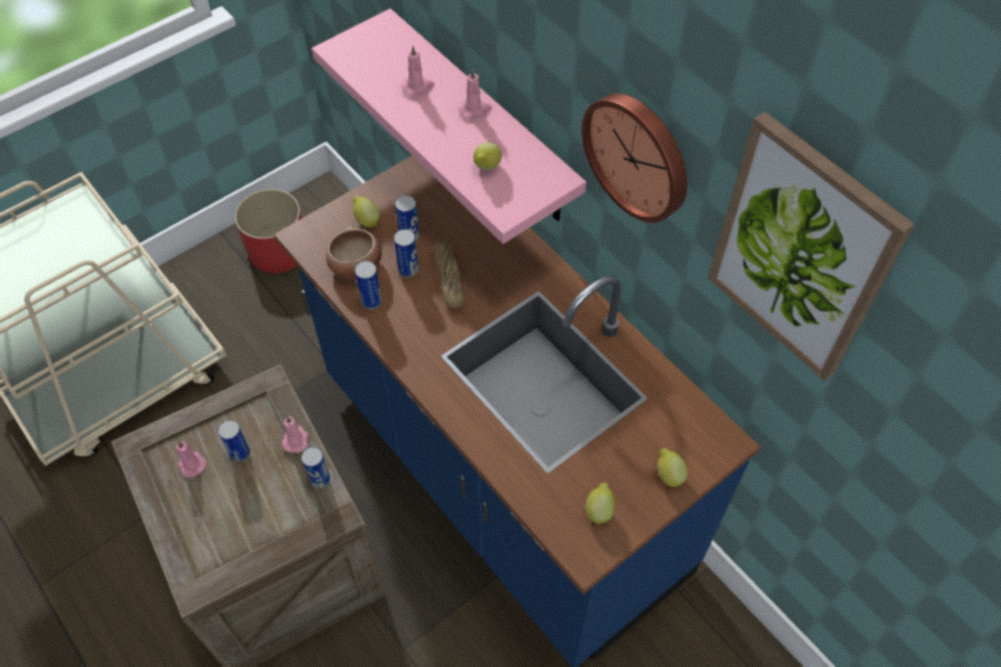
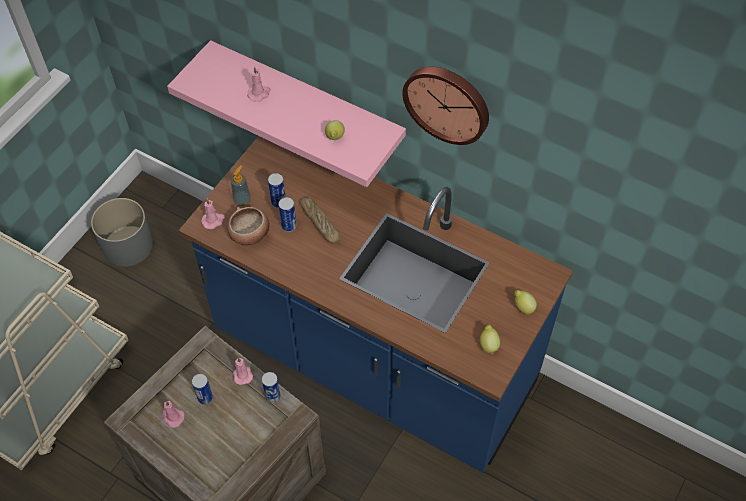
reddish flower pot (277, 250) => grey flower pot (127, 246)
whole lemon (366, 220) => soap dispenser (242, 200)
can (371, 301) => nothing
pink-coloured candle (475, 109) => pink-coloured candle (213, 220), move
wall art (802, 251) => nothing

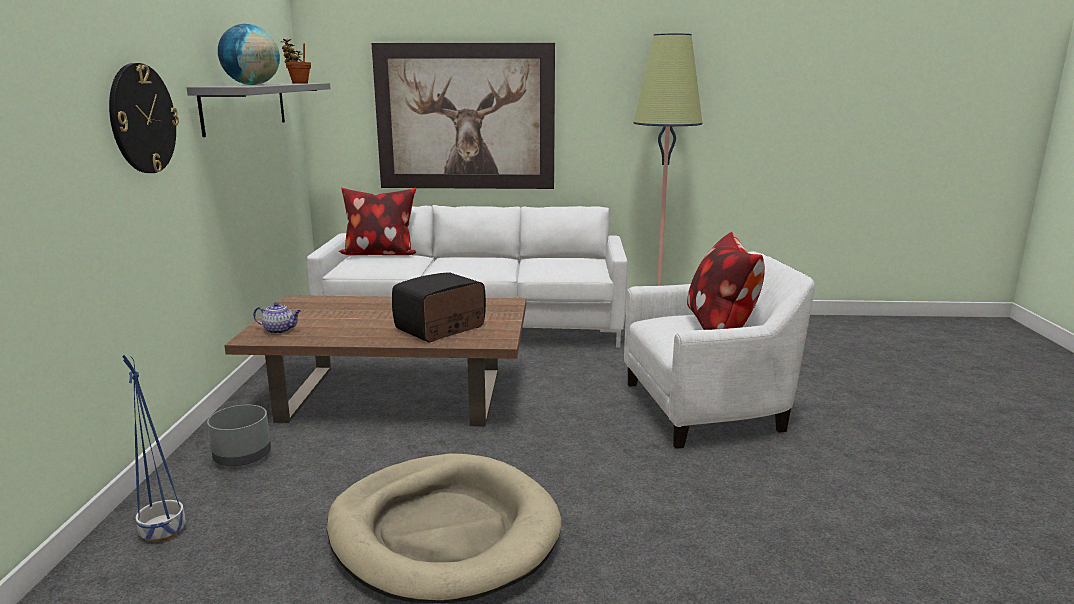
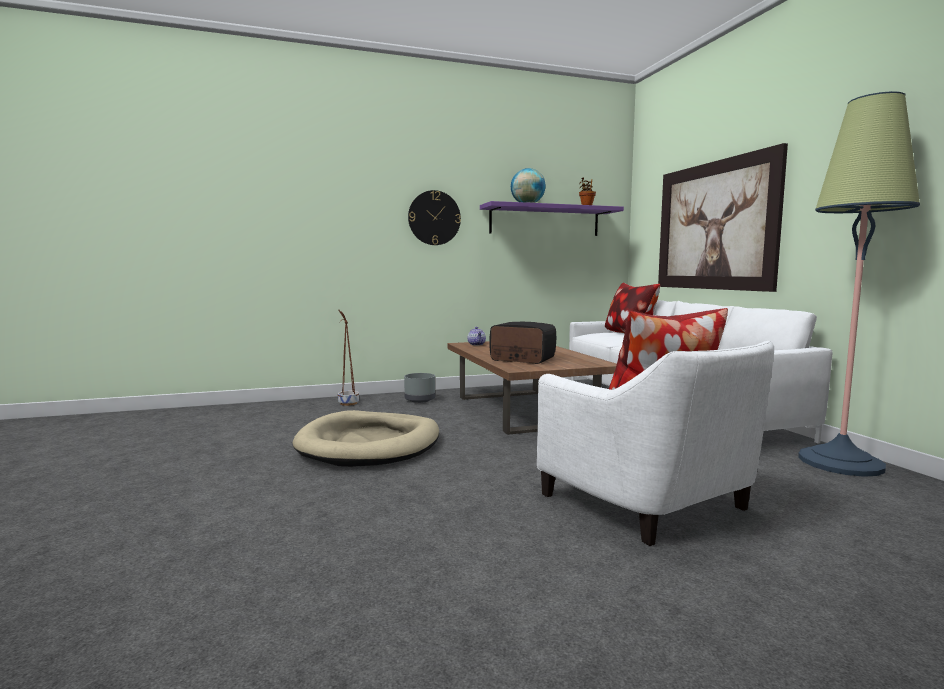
blue flower pot (163, 532) => brownish flower pot (348, 403)
grey shelf (245, 106) => purplish shelf (545, 221)

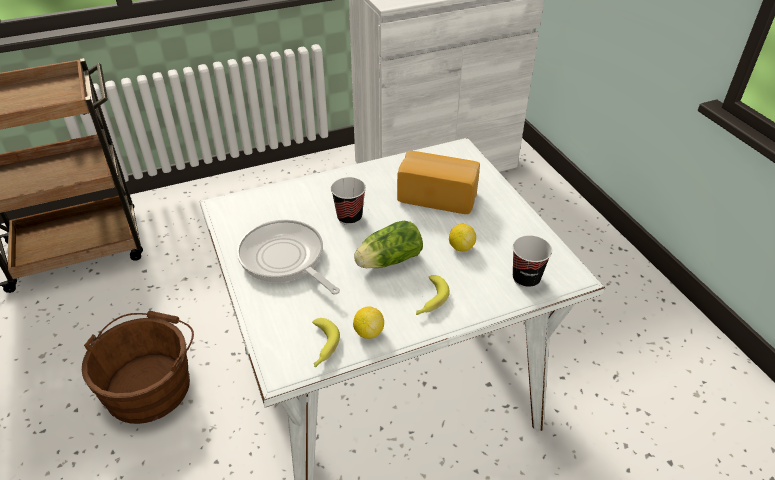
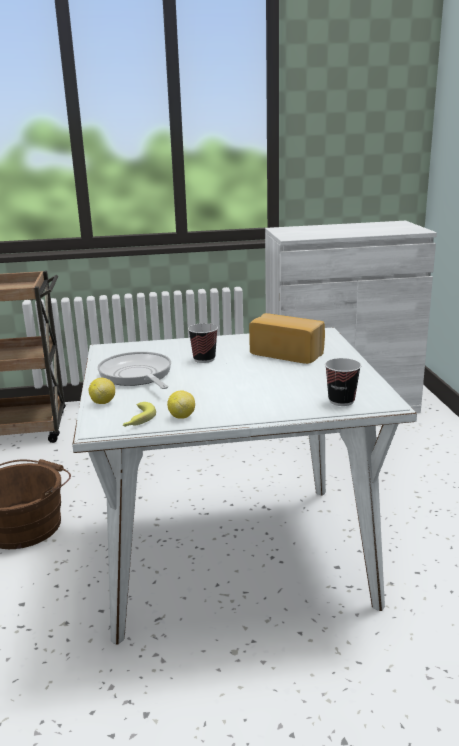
lettuce head (387, 261) => nothing
banana (429, 301) => nothing
whole lemon (461, 247) => whole lemon (103, 402), move

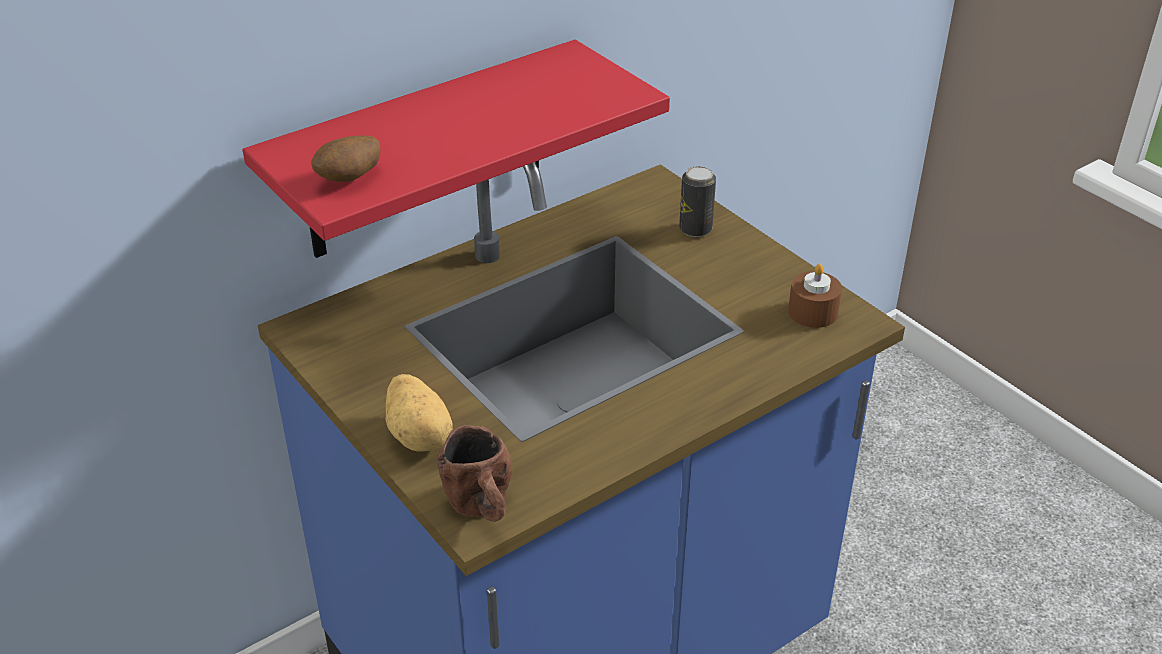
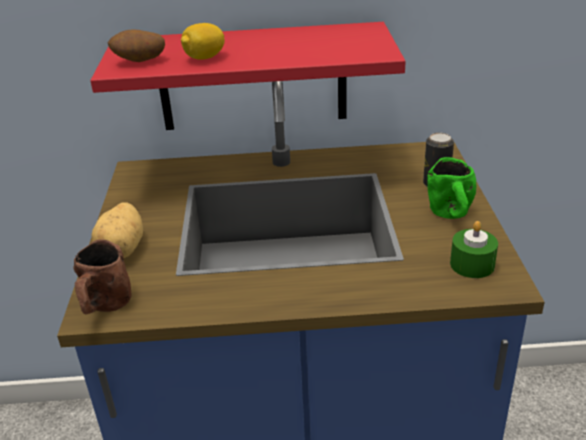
brownish candle (812, 312) => green-coloured candle (472, 264)
nothing => whole lemon (204, 58)
nothing => green-coloured mug (452, 216)

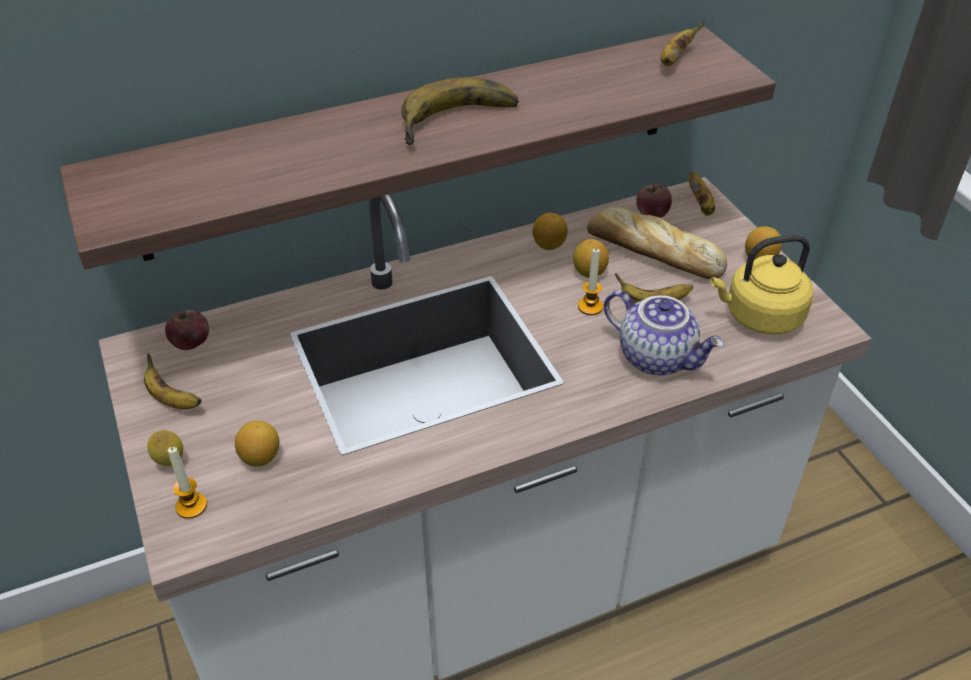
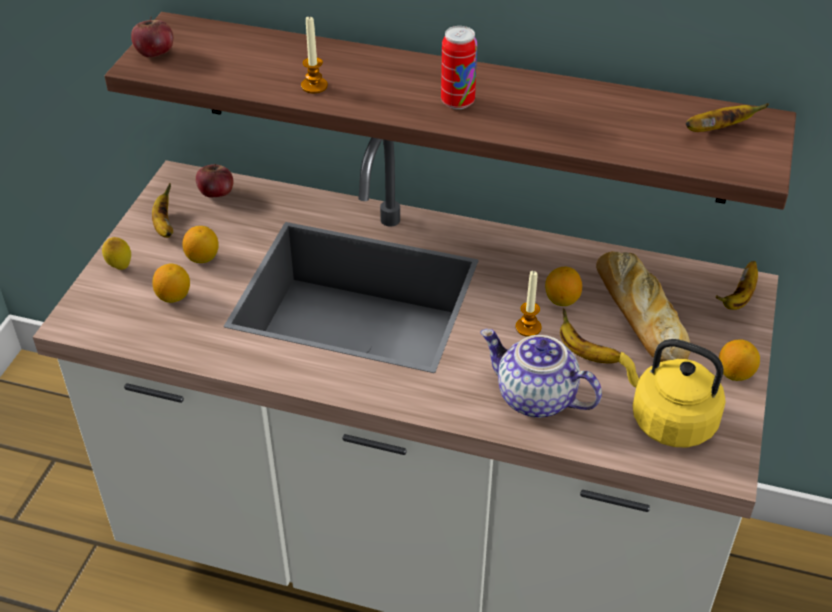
candle (191, 506) => candle (314, 86), move
banana (461, 123) => can (457, 102)
whole lemon (549, 245) => whole lemon (203, 258), move
teapot (657, 357) => teapot (534, 398), 135 degrees clockwise
apple fruit (652, 214) => apple fruit (155, 53), move

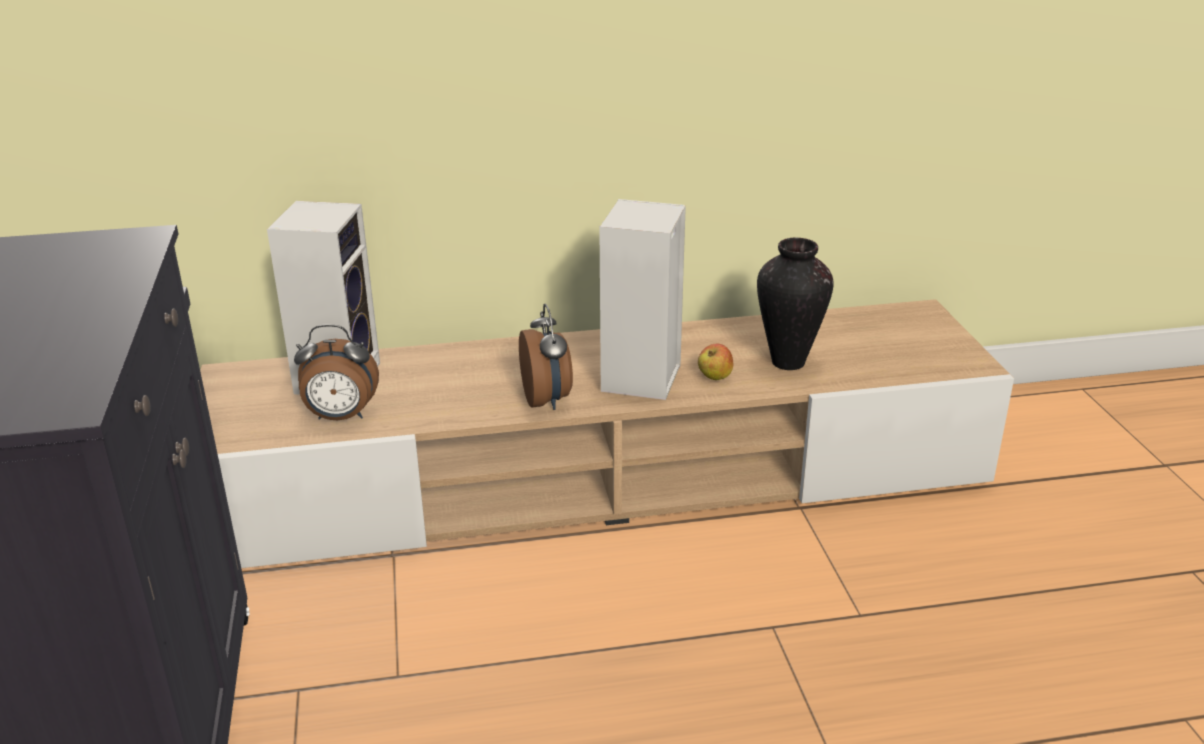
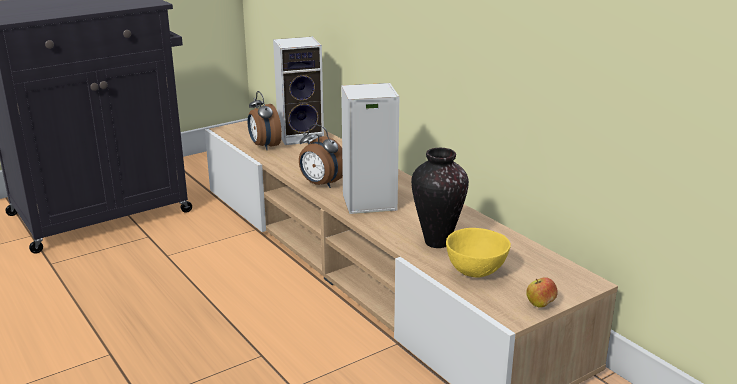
alarm clock (547, 400) => alarm clock (321, 184), 75 degrees clockwise
apple fruit (715, 377) => apple fruit (540, 304), move
nothing => yellow serving bowl (477, 272)

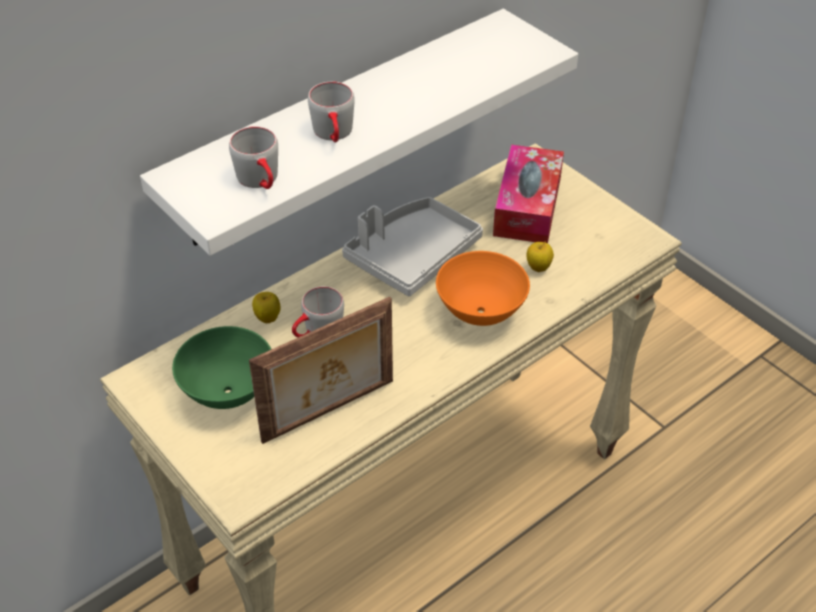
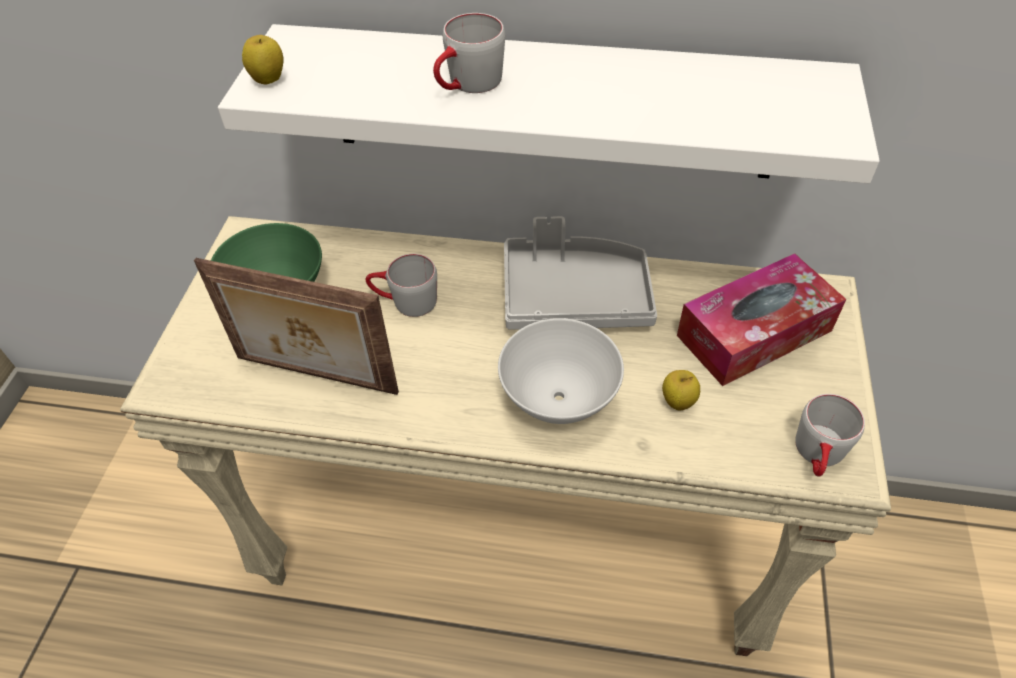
grey mug (261, 181) => grey mug (818, 456), move
apple fruit (268, 318) => apple fruit (269, 80), move
orange-coloured serving bowl (480, 314) => whitish serving bowl (557, 400)

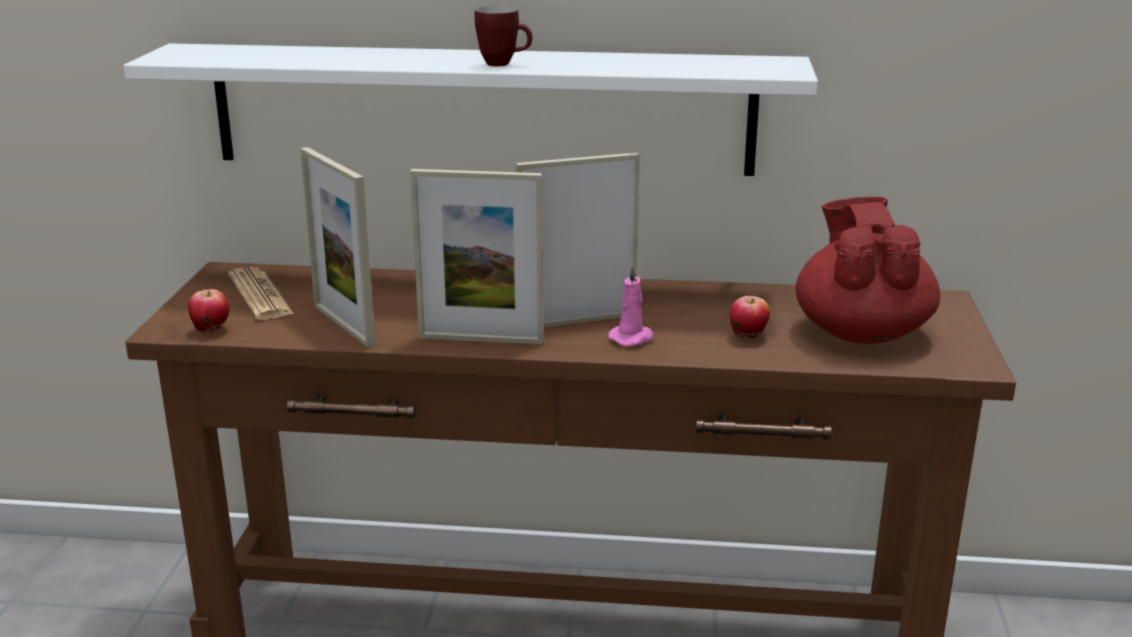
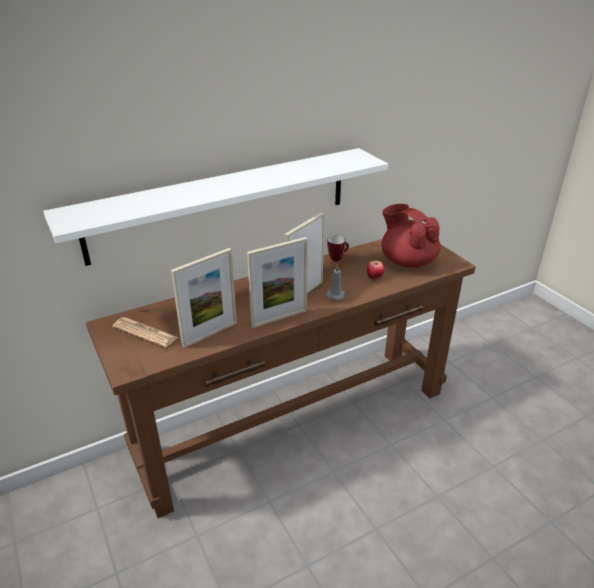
apple fruit (211, 330) => nothing
picture frame (343, 325) => picture frame (210, 334), 60 degrees counterclockwise
mug (504, 64) => mug (337, 258), move
pink-coloured candle (632, 338) => grey candle (336, 294)

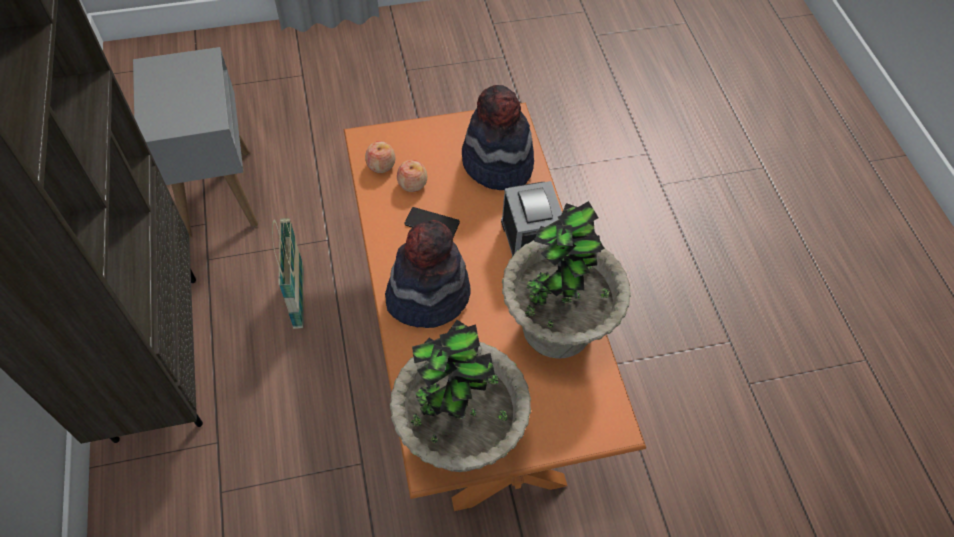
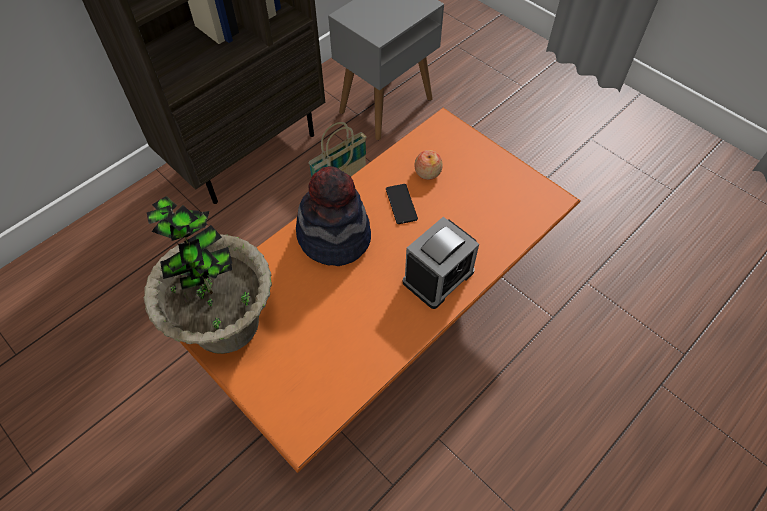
apple fruit (381, 165) => nothing
wearable hat (497, 164) => nothing
potted plant (556, 327) => nothing

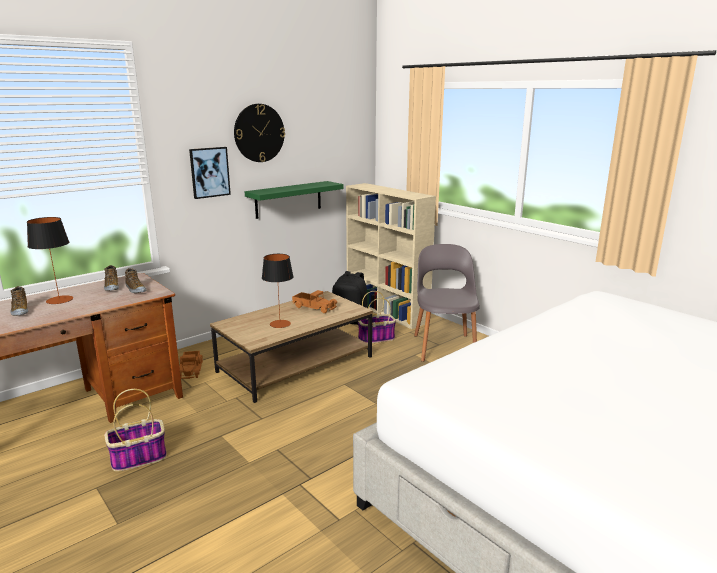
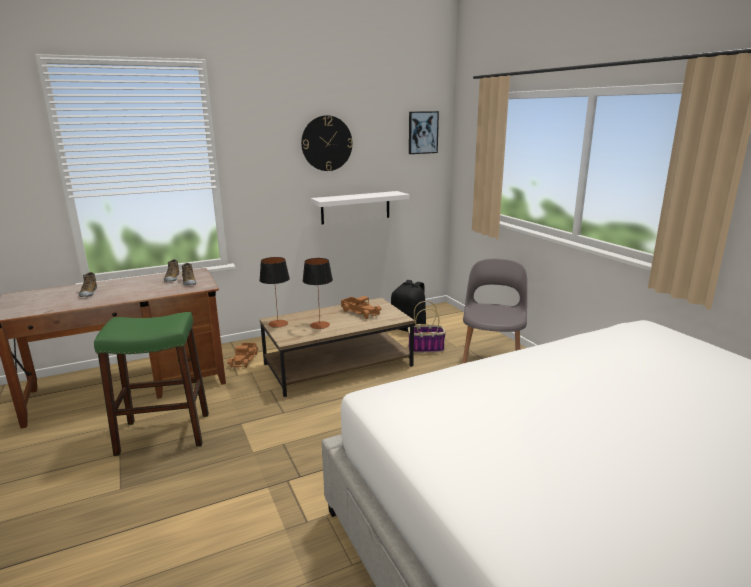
lamp for a table (59, 300) => lamp for a table (278, 323), move
basket (138, 458) => green-coloured sitting stool (164, 433)
wall art (209, 172) => wall art (422, 132), move
green-coloured shelf (288, 199) => whitish shelf (355, 207)
beige bookshelf (387, 311) => nothing

